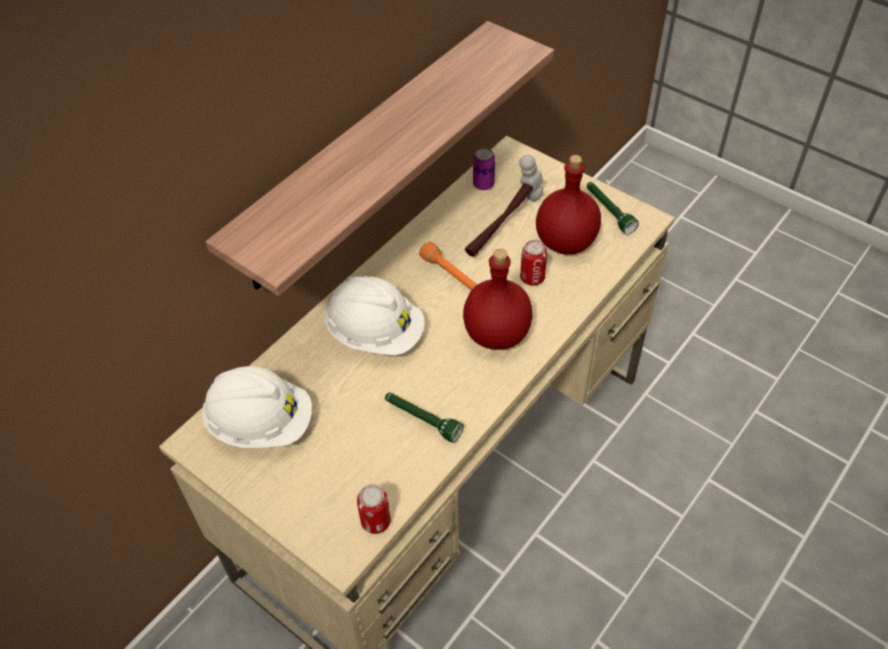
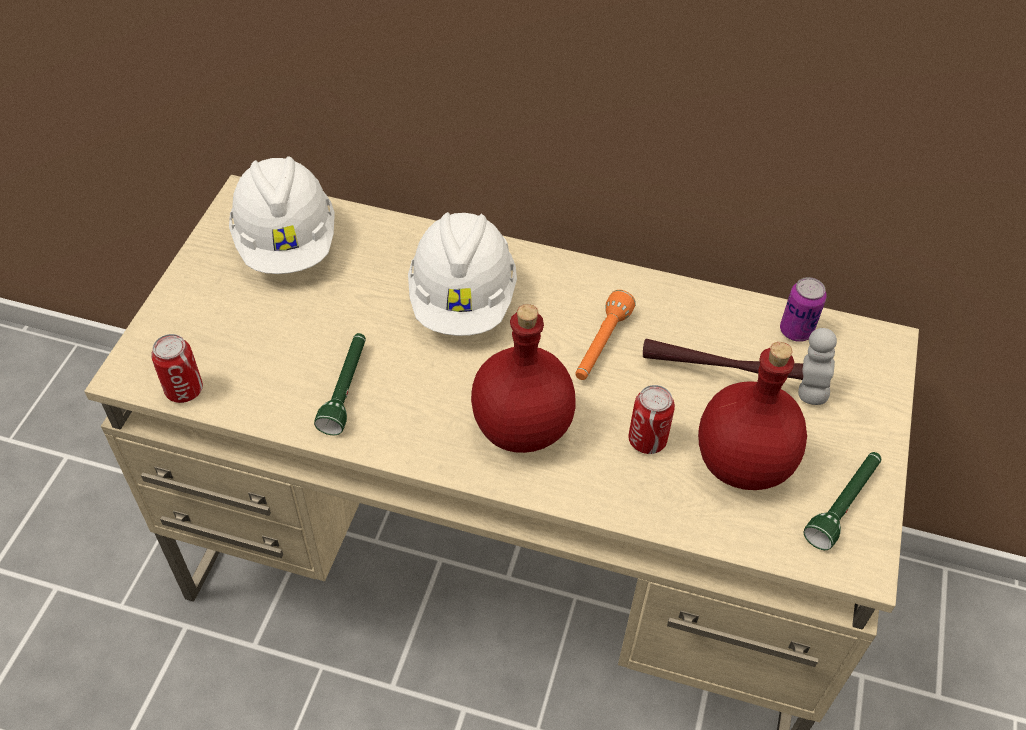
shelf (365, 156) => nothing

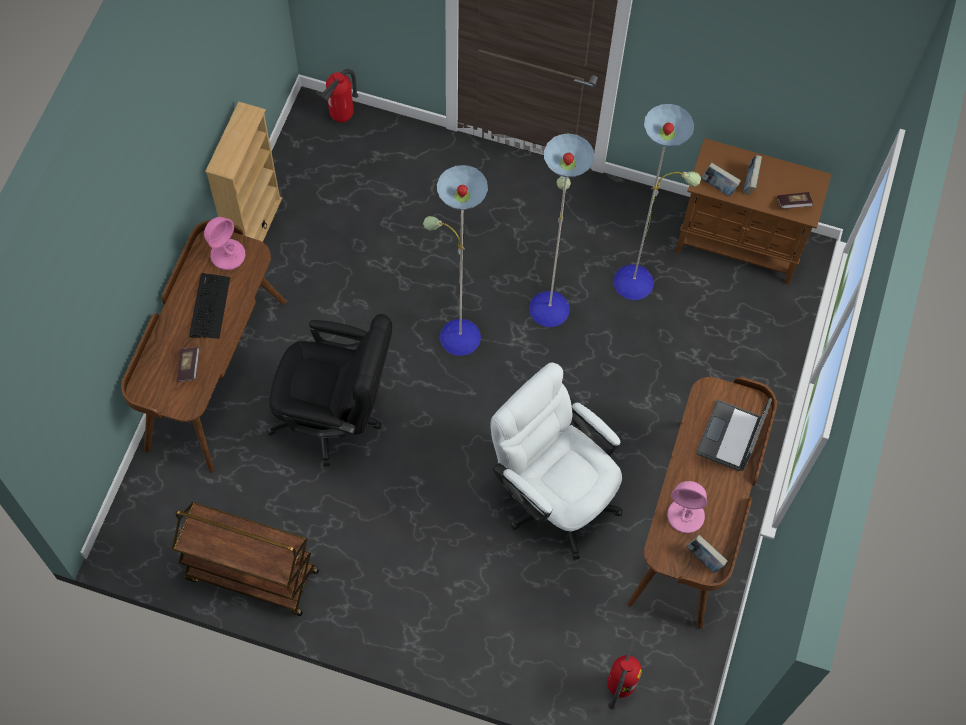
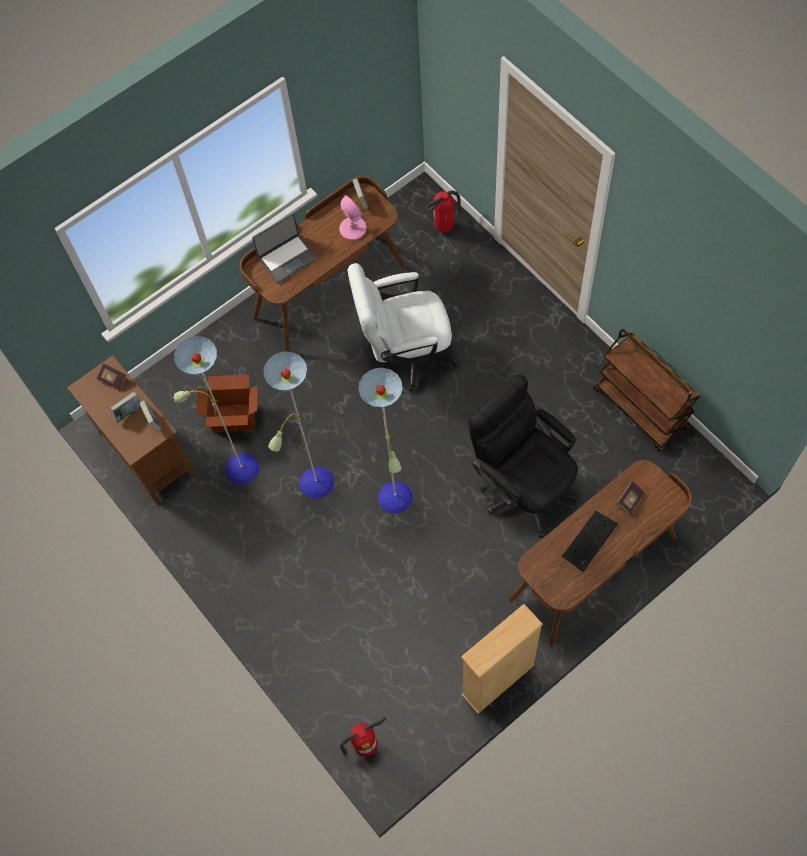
pink-coloured lamp for a table (228, 254) => nothing
whitish desk chair (553, 495) => whitish desk chair (406, 354), 90 degrees clockwise
nothing => carton (234, 417)

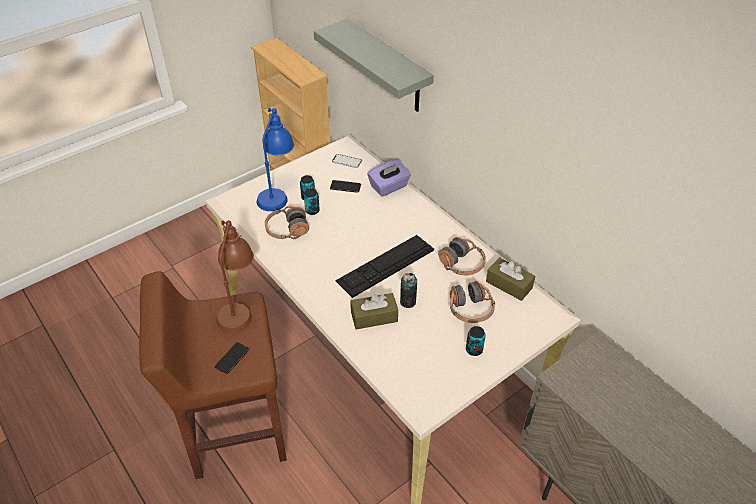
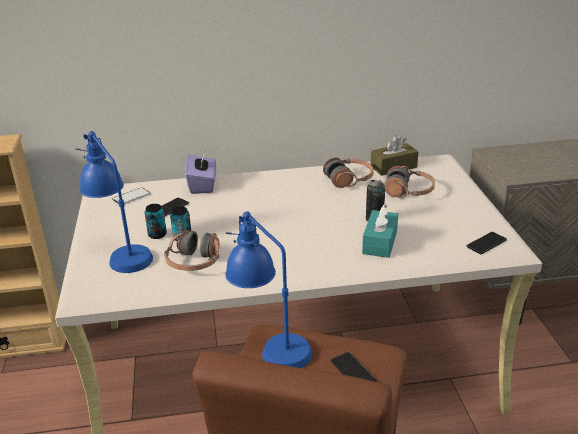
brownish lamp for a table (238, 306) => blue lamp for a table (269, 345)
grey shelf (388, 67) => nothing
keyboard (385, 265) => nothing
brownish tissue box (374, 317) => turquoise-coloured tissue box (380, 242)
can (474, 350) => nothing
nothing => telephone (486, 243)

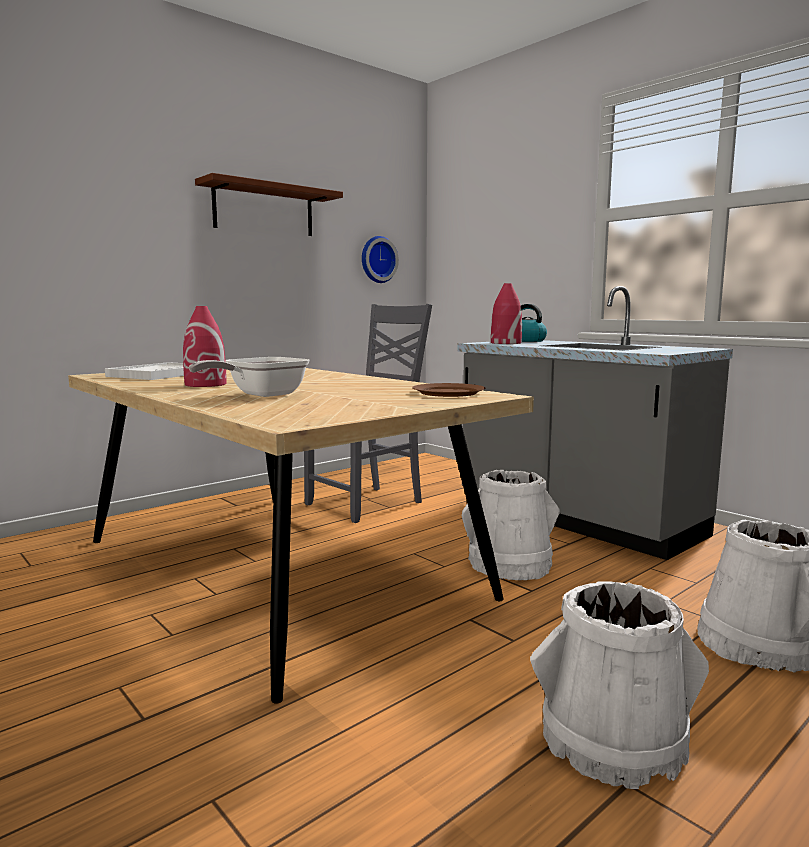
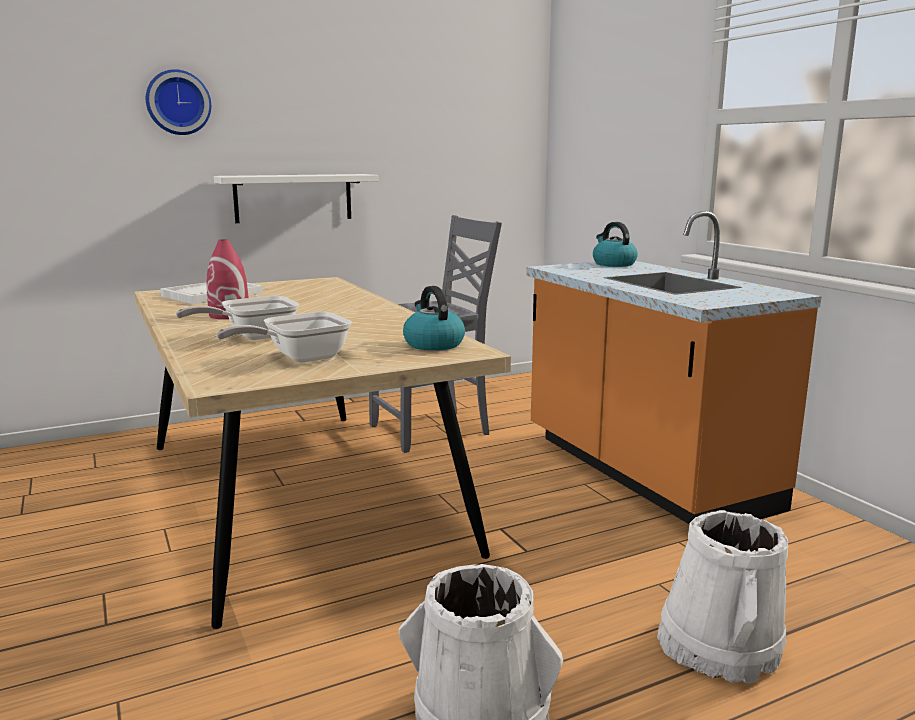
brownish shelf (264, 210) => nothing
clock on the wall (377, 259) => clock on the wall (178, 102), move
brownish dinner plate (448, 393) => tea kettle (433, 344)
grey kitchen counter (576, 519) => orange-coloured kitchen counter (643, 473)
whitish bucket (510, 564) => nothing
reddish flower vase (505, 343) => nothing
nothing => whitish shelf (293, 198)
nothing => skillet (299, 358)

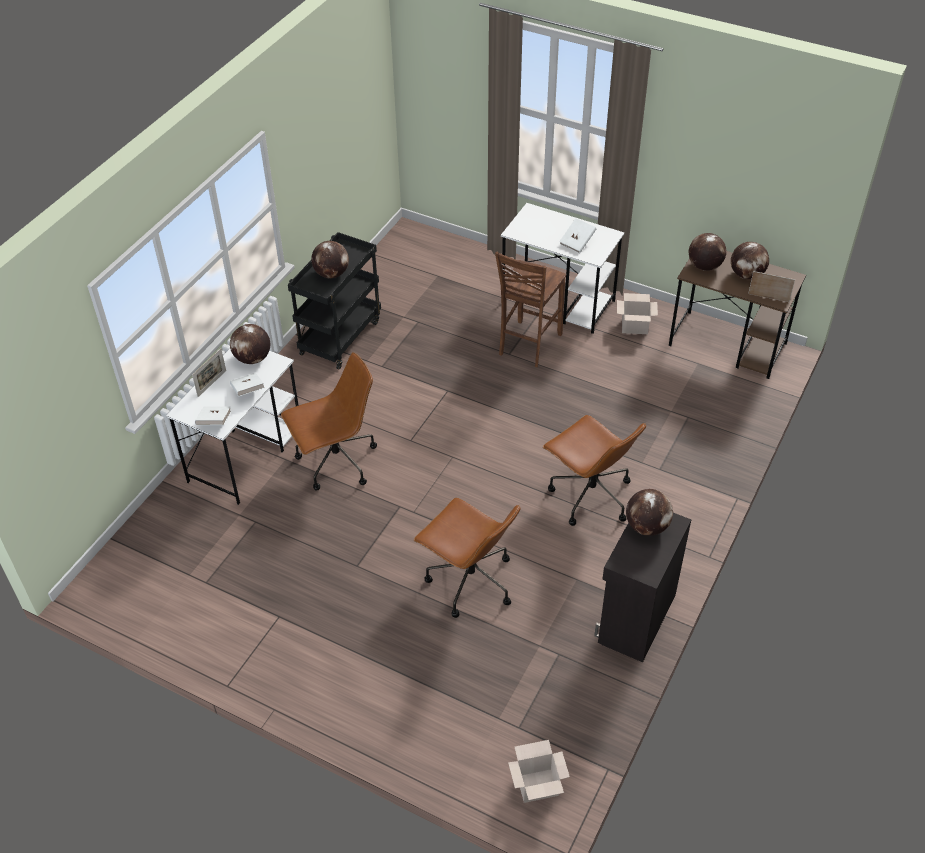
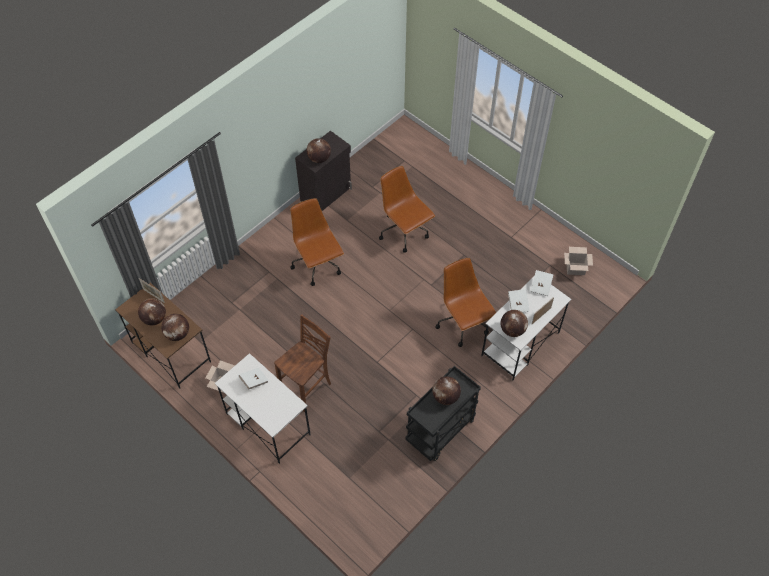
brownish desk chair (336, 462) => brownish desk chair (463, 324), 75 degrees clockwise
carton (536, 786) => carton (576, 268), move

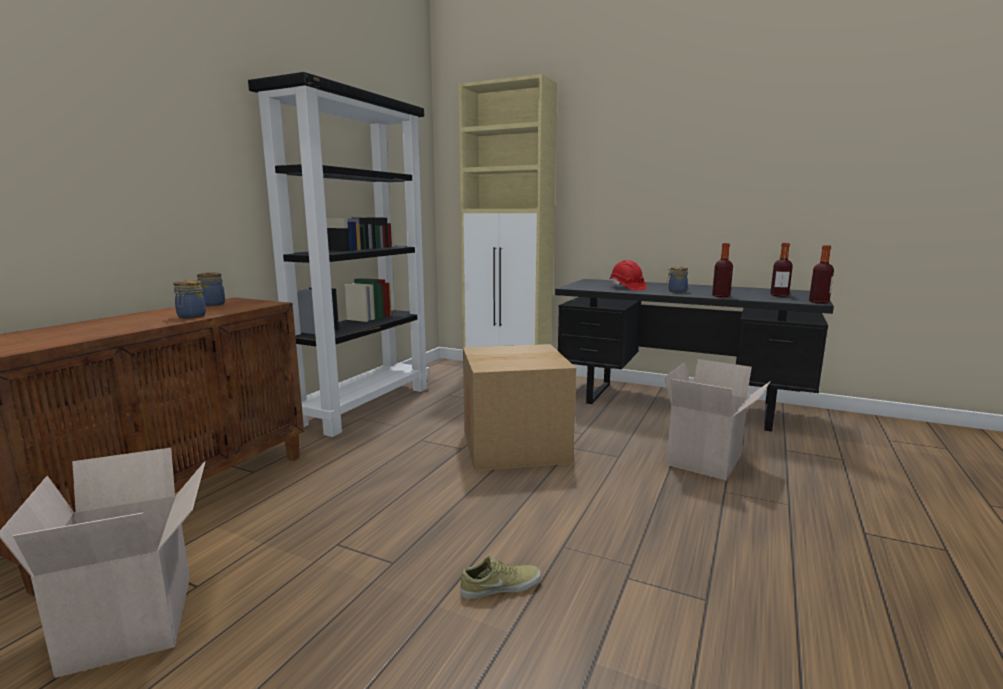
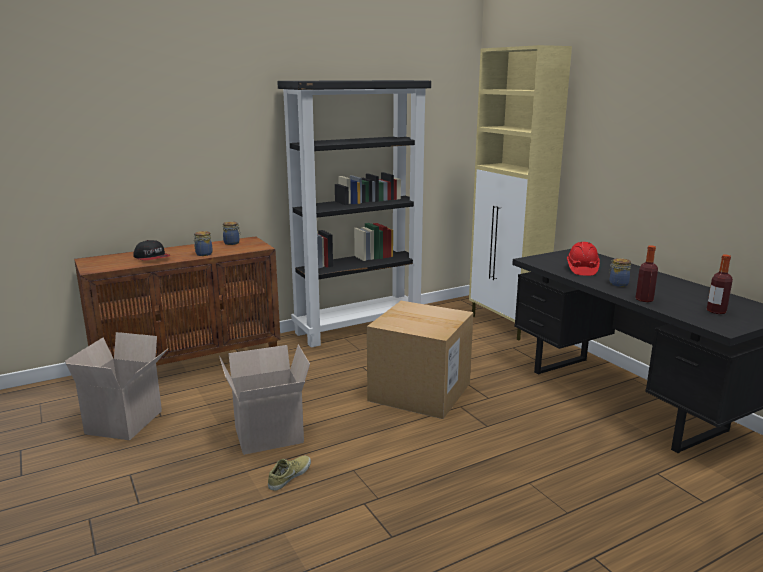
beige low shoe (500, 586) => beige low shoe (289, 475), 75 degrees counterclockwise
carton (707, 461) => carton (268, 436), move
bottle (819, 302) => nothing
nothing => cap (152, 258)

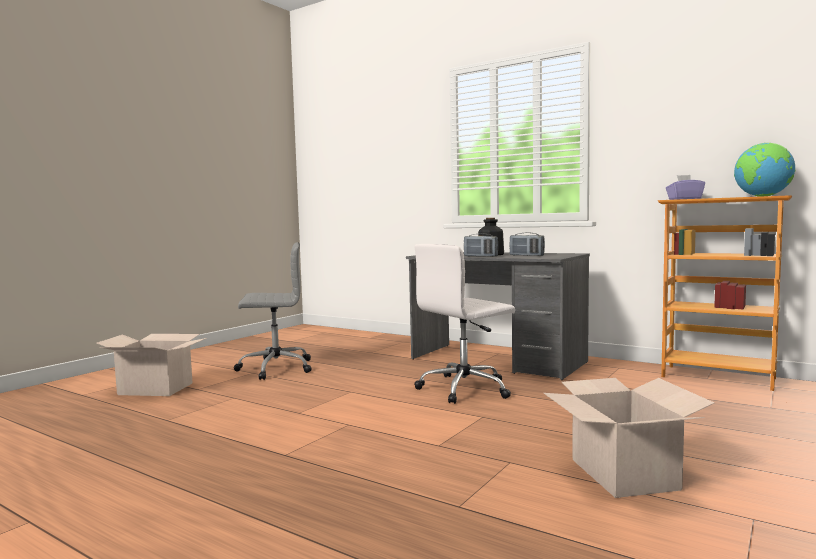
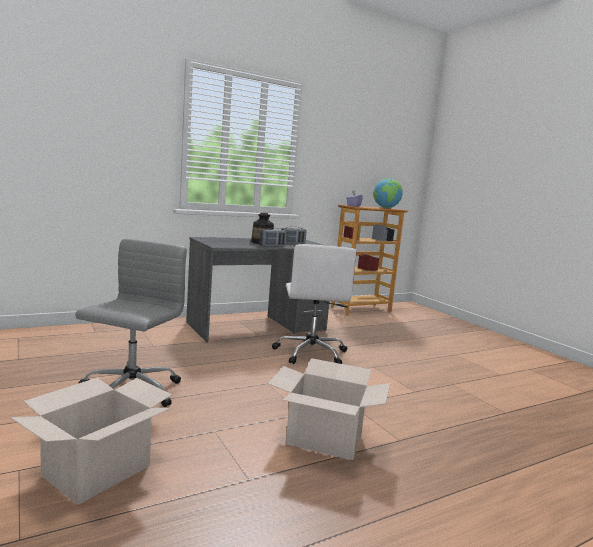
carton (624, 474) => carton (325, 438), move

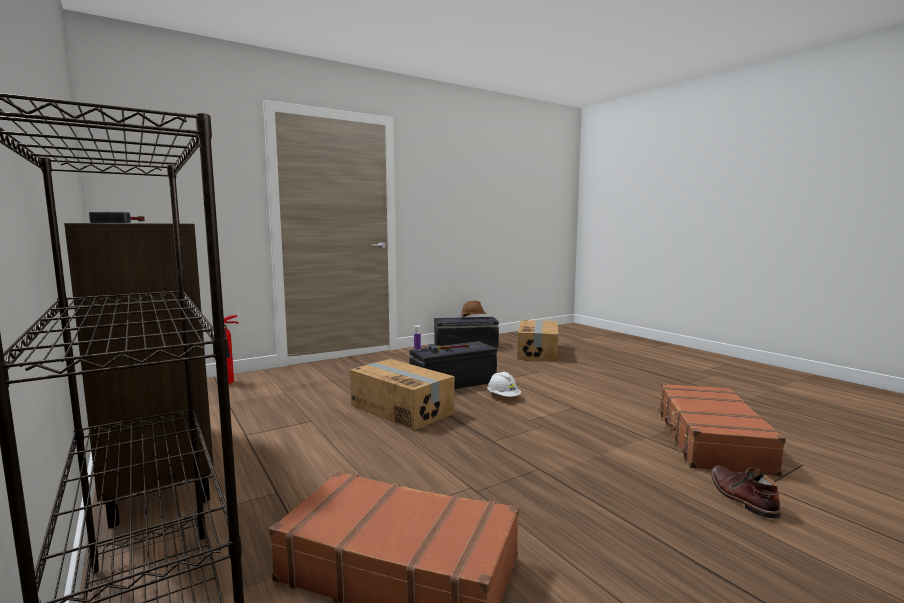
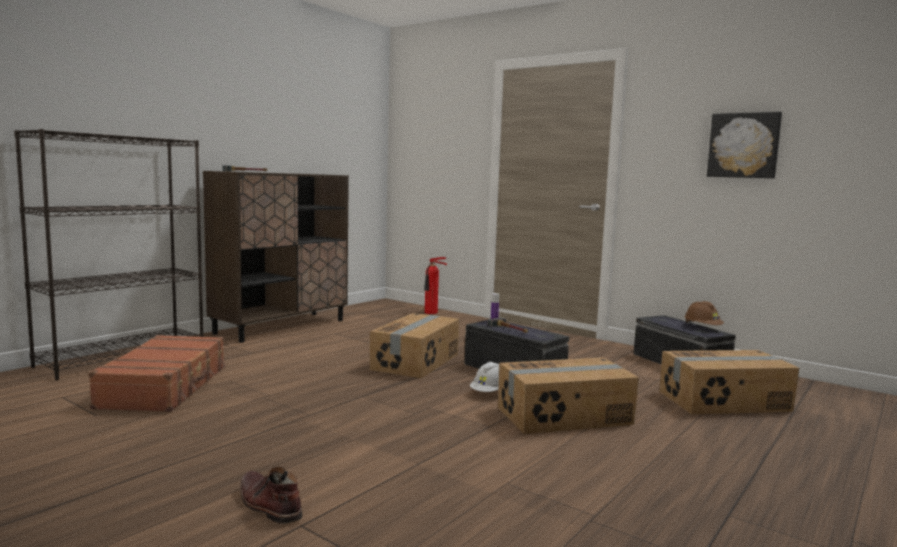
brownish suitcase (710, 440) => nothing
brownish high-top boot (741, 497) => brownish high-top boot (268, 505), 105 degrees counterclockwise
nothing => carton (565, 416)
nothing => wall art (743, 145)

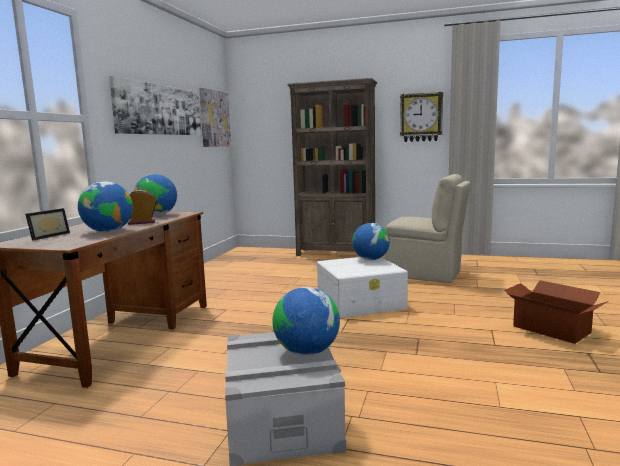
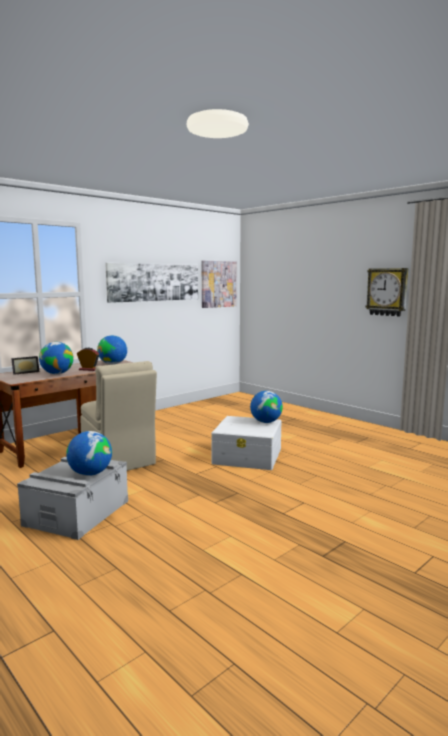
brownish bookshelf (336, 253) => nothing
beige upright chair (425, 274) => beige upright chair (118, 460), move
carton (551, 329) => nothing

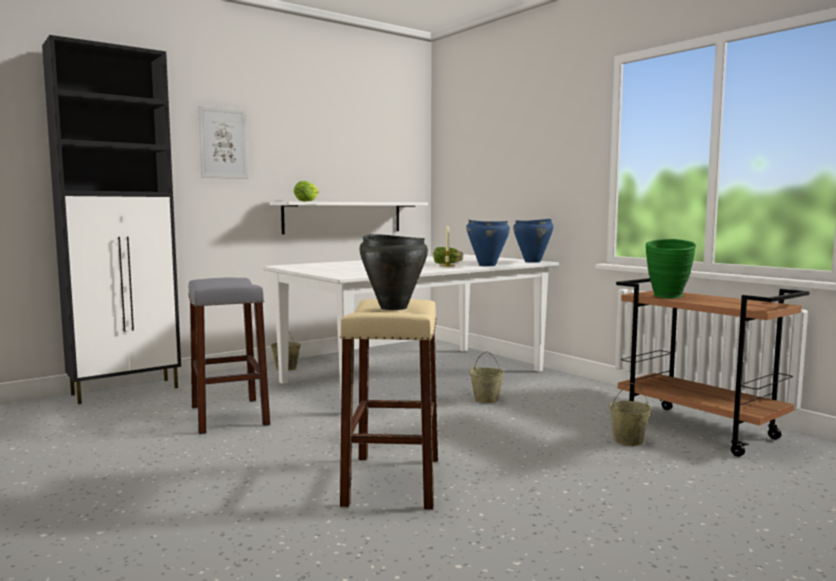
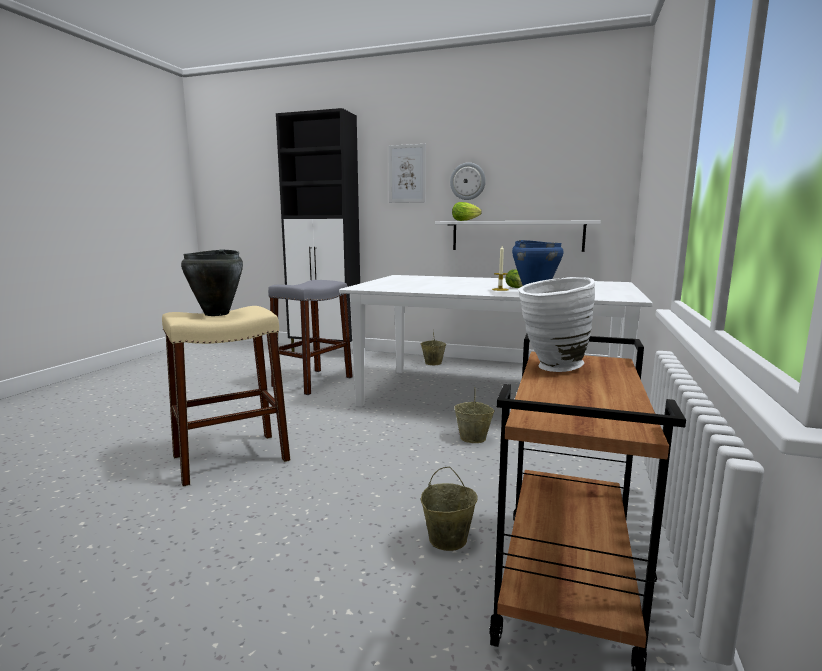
blue saucepot (533, 261) => nothing
green-coloured flower vase (668, 297) => whitish flower vase (551, 368)
nothing => clock on the wall (467, 181)

